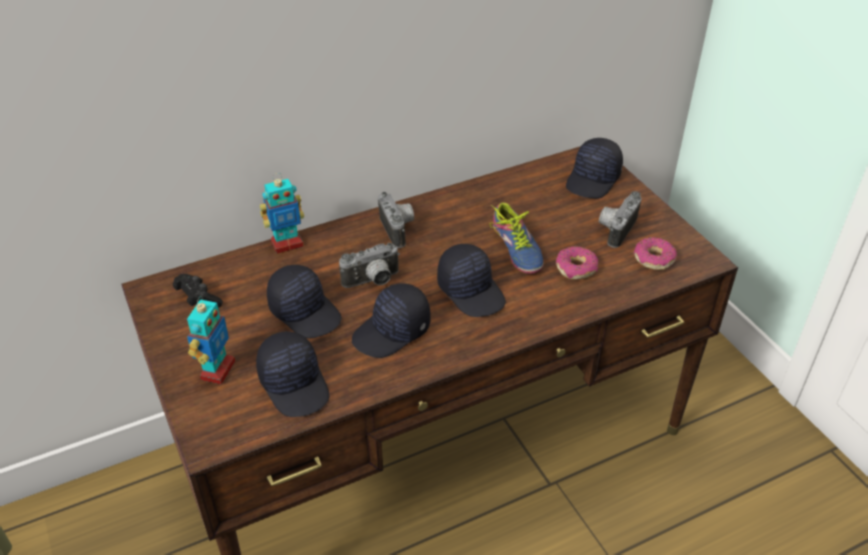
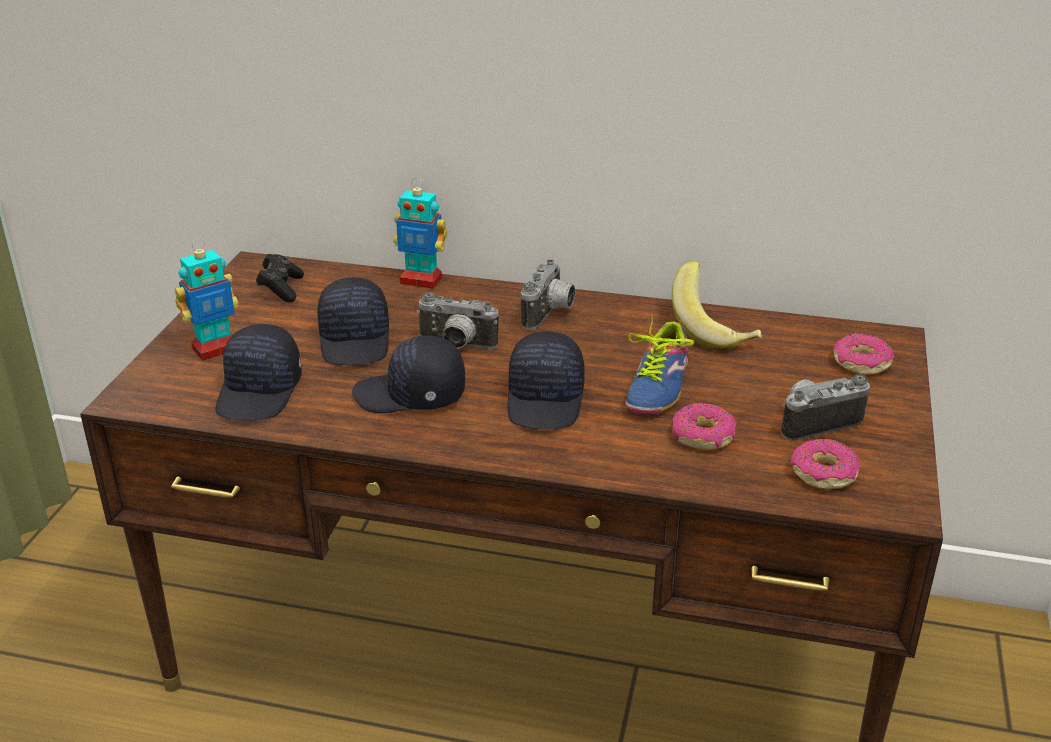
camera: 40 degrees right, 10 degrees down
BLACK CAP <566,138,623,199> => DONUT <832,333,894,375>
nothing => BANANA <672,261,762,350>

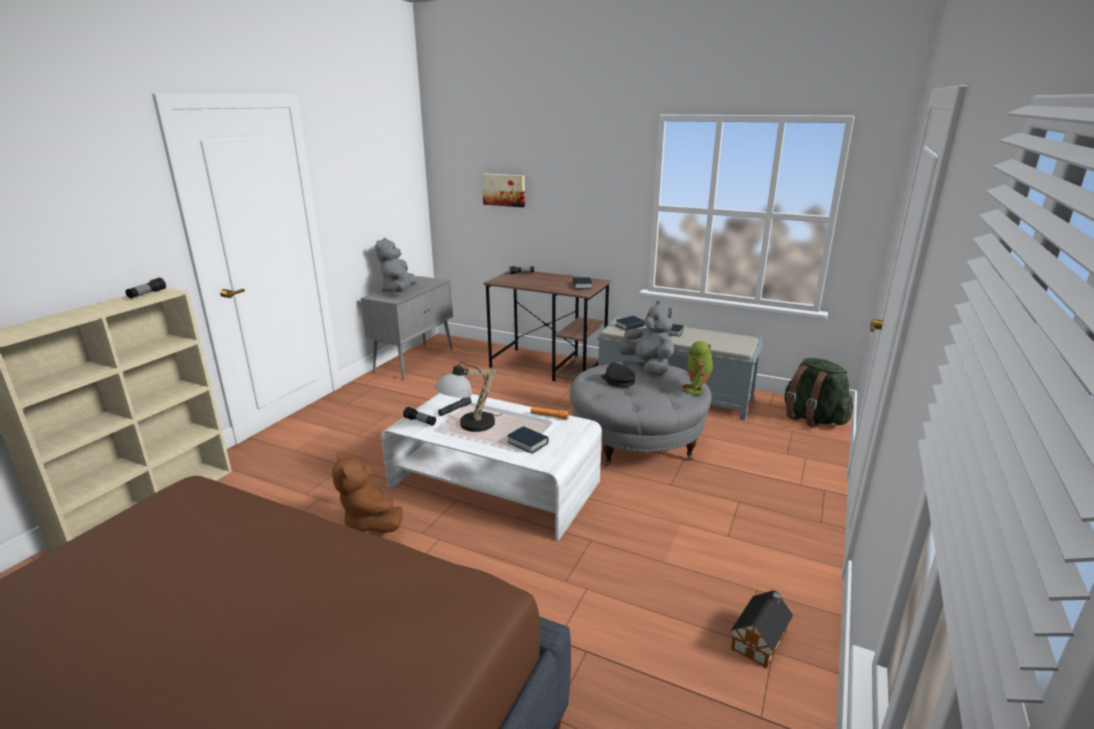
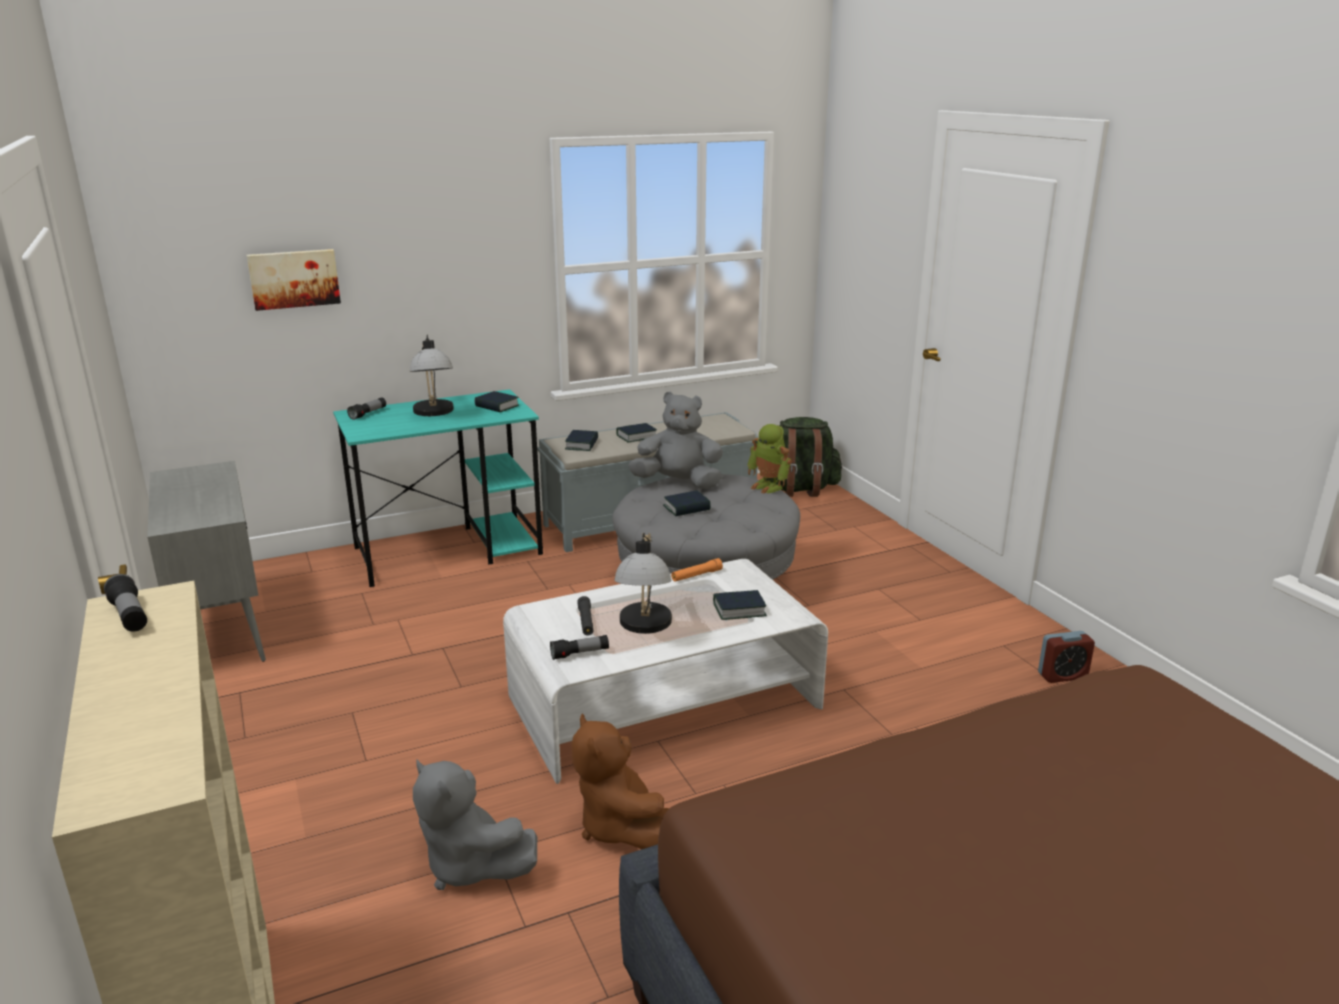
camera: 50 degrees left, 0 degrees up
BROWN PLUSH TOY <332,454,403,533> => BROWN PLUSH TOY <572,713,669,849>, 60 degrees clockwise
GREY PLUSH TOY <375,238,417,292> => GREY PLUSH TOY <413,759,537,890>, relocated
BROWN DESK <483,270,611,381> => TURQUOISE DESK <333,389,543,587>
BLACK CAP <601,362,636,387> => BOOK <663,490,711,516>
TOY HOUSE <730,590,793,668> => ALARM CLOCK <1038,631,1095,683>
nothing => TABLE LAMP <410,335,454,416>

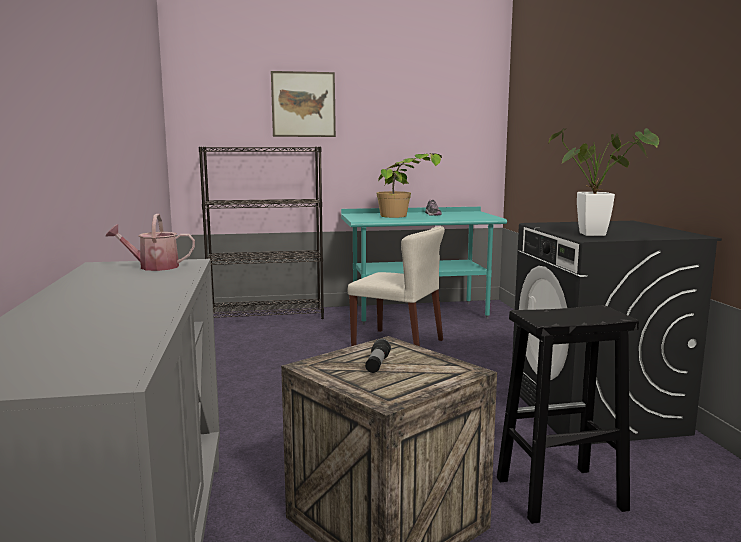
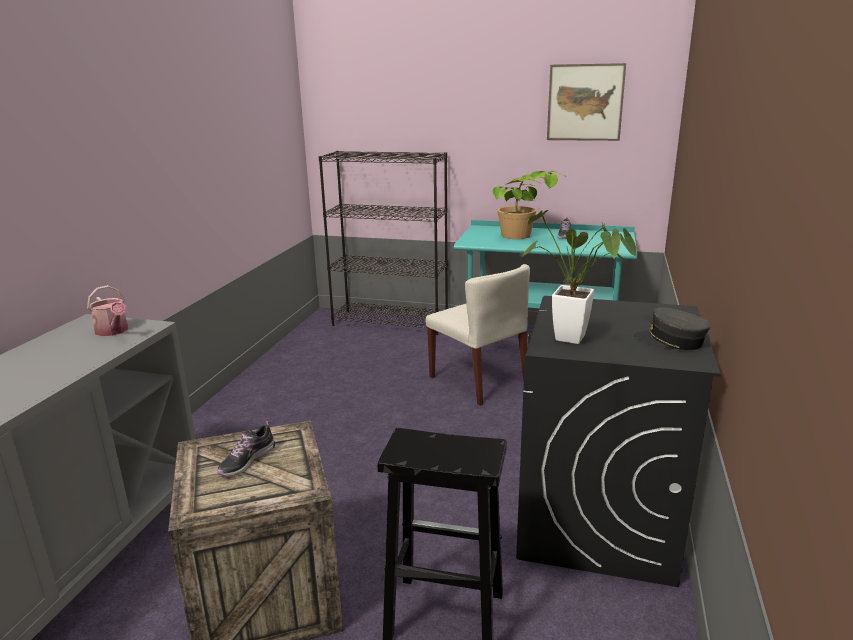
camera: 25 degrees right, 10 degrees up
WATERING CAN <106,214,195,271> => WATERING CAN <87,285,128,336>, 150 degrees counterclockwise
PICTURE <271,71,336,137> => PICTURE <547,63,626,141>, relocated
FLASHLIGHT <365,339,391,373> => SHOE <217,421,275,476>
nothing => GREY CAP <633,307,711,350>

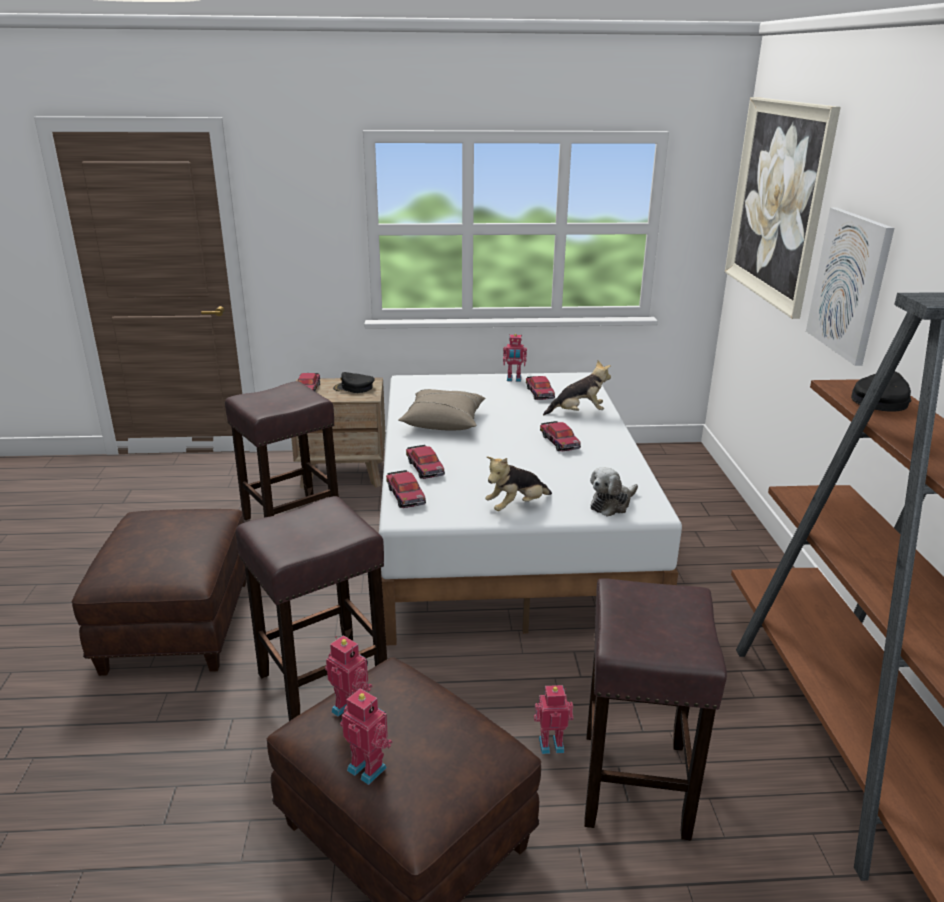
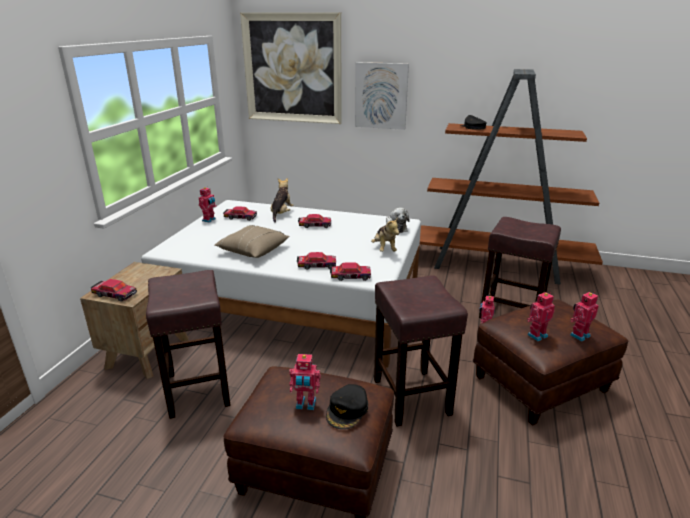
camera: 70 degrees left, 0 degrees up
BLACK CAP <333,372,375,393> => BLACK CAP <326,384,368,429>, relocated
nothing => TOY ROBOT <289,354,321,410>

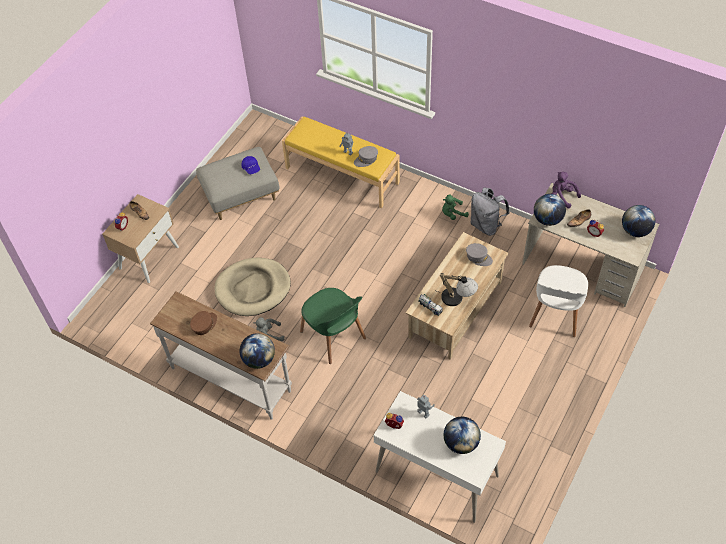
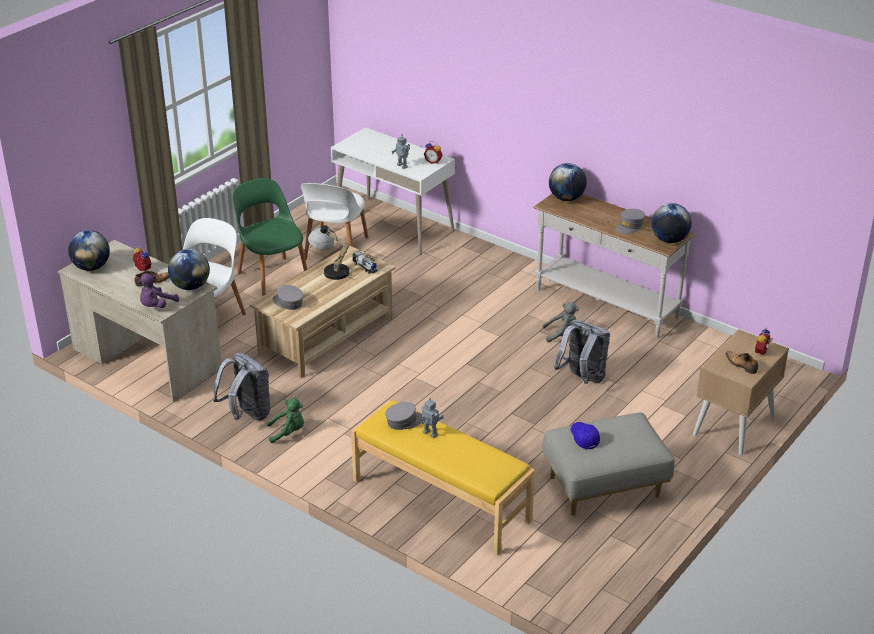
camera: 175 degrees left, 20 degrees down
BROWN CAP <190,311,217,335> => GREY CAP <616,209,645,234>
BEIGE DOG BED <215,258,291,316> => GREY BACKPACK <554,320,610,384>
GREEN CHAIR <300,288,366,364> => GREEN CHAIR <232,178,308,296>, relocated
GLOBE <444,417,481,454> => GLOBE <651,203,692,243>, relocated
PURPLE PLUSH TOY <551,172,581,208> => PURPLE PLUSH TOY <138,273,179,308>, 75 degrees clockwise
nothing => WHITE CHAIR <301,183,369,260>

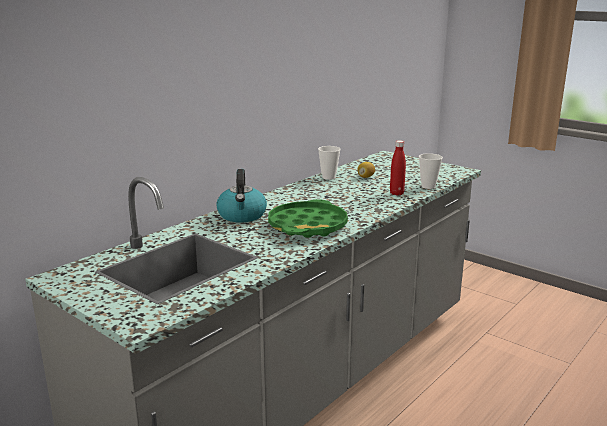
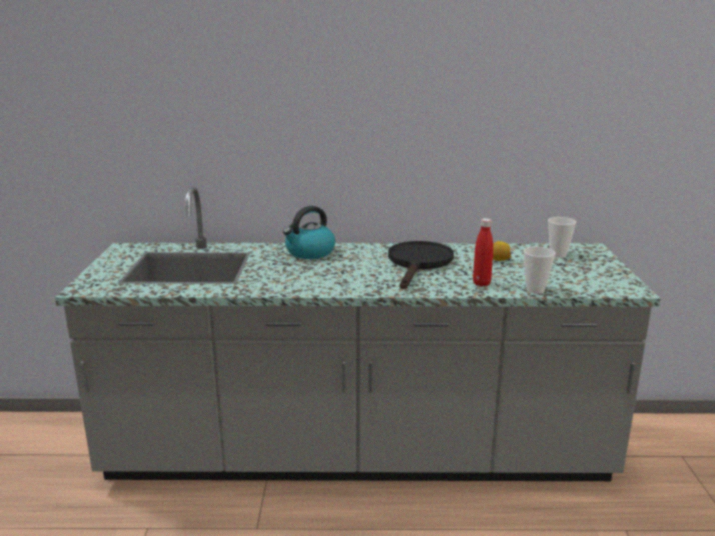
camera: 50 degrees right, 0 degrees up
GREEN TRAY <268,199,348,238> => nothing
CUP <318,146,341,180> => CUP <548,217,576,258>, relocated
nothing => BLACK FRYING PAN <388,241,454,289>

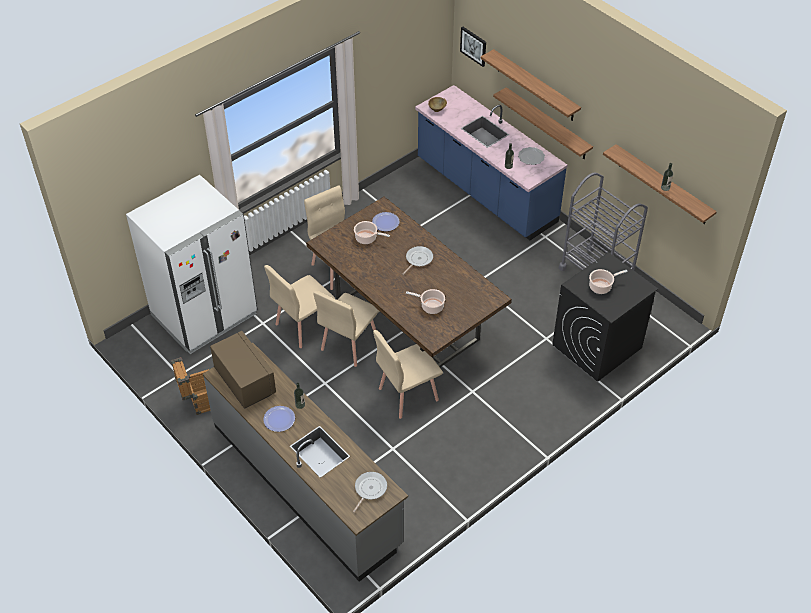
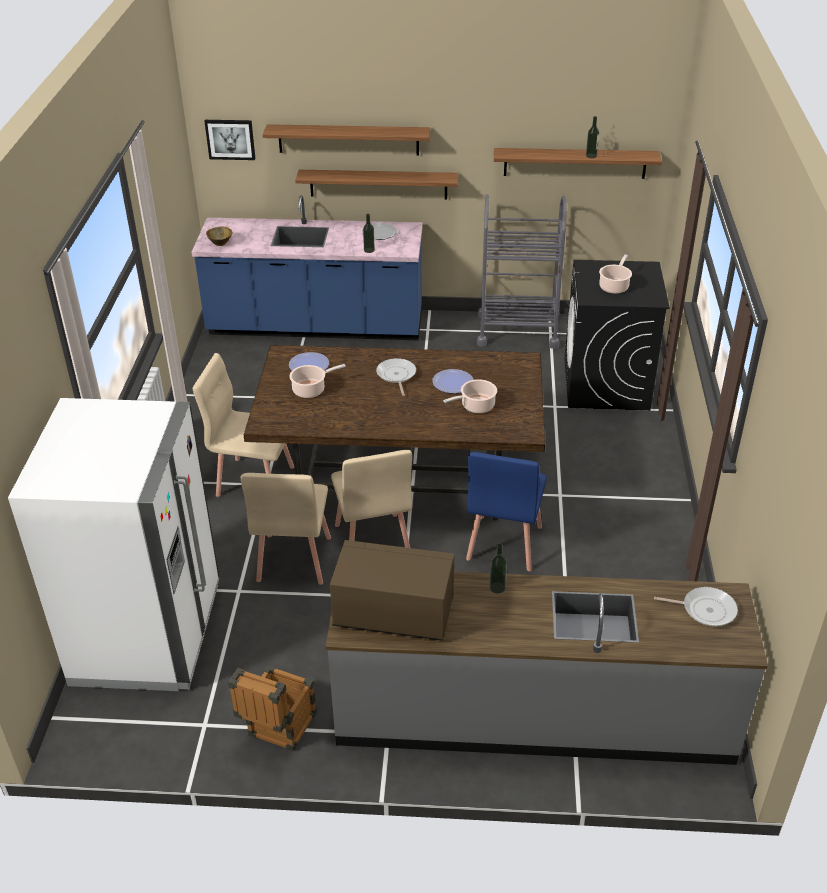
camera: 45 degrees left, 10 degrees down
PLATE <263,406,295,432> => PLATE <432,369,474,393>, relocated
FRYING PAN <353,472,387,513> => FRYING PAN <654,587,738,626>, 120 degrees clockwise
BEIGE CHAIR <373,330,443,419> => BLUE CHAIR <466,452,547,571>

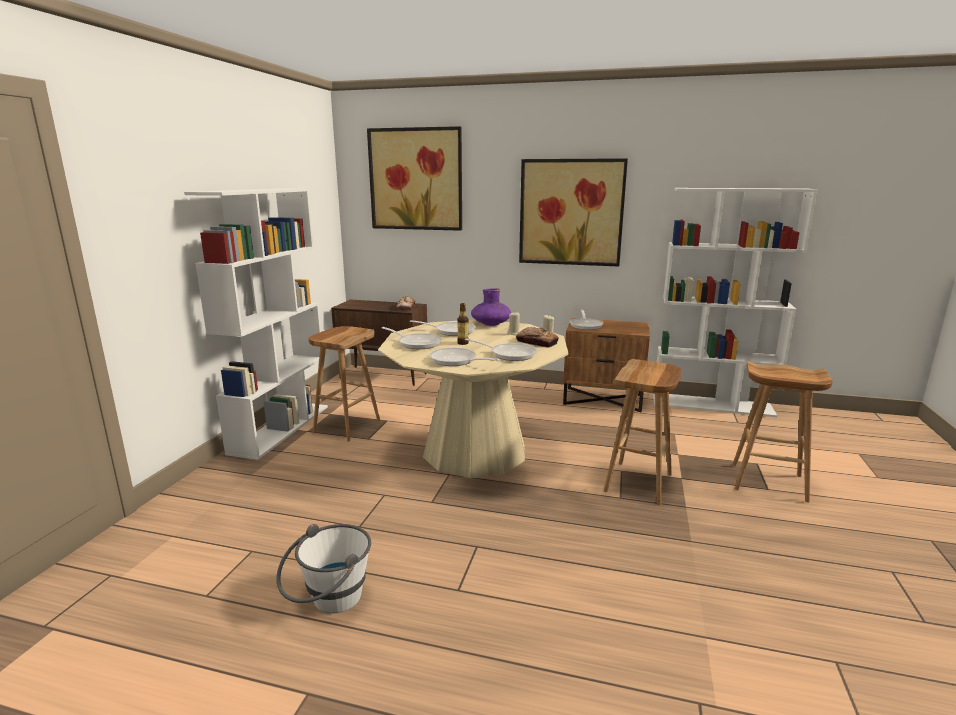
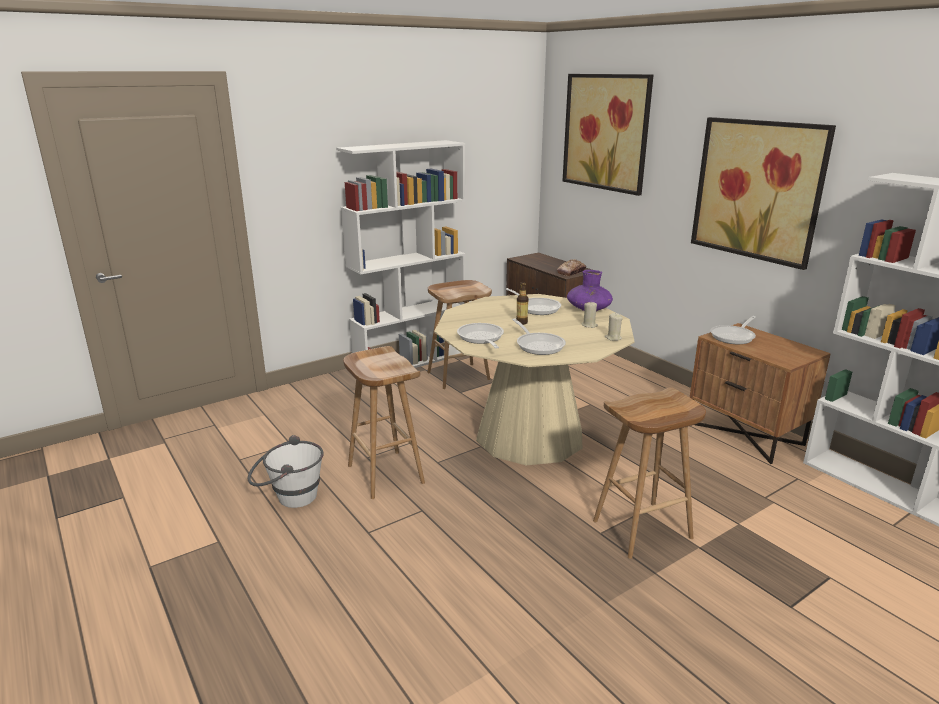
camera: 40 degrees right, 5 degrees up
FRYING PAN <382,327,441,349> => nothing
BREAD <516,327,559,347> => nothing
BROWN STOOL <732,361,833,503> => BROWN STOOL <343,346,425,499>, relocated

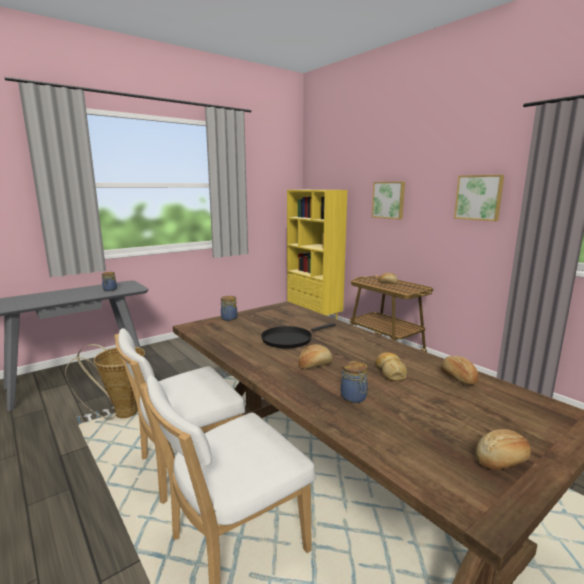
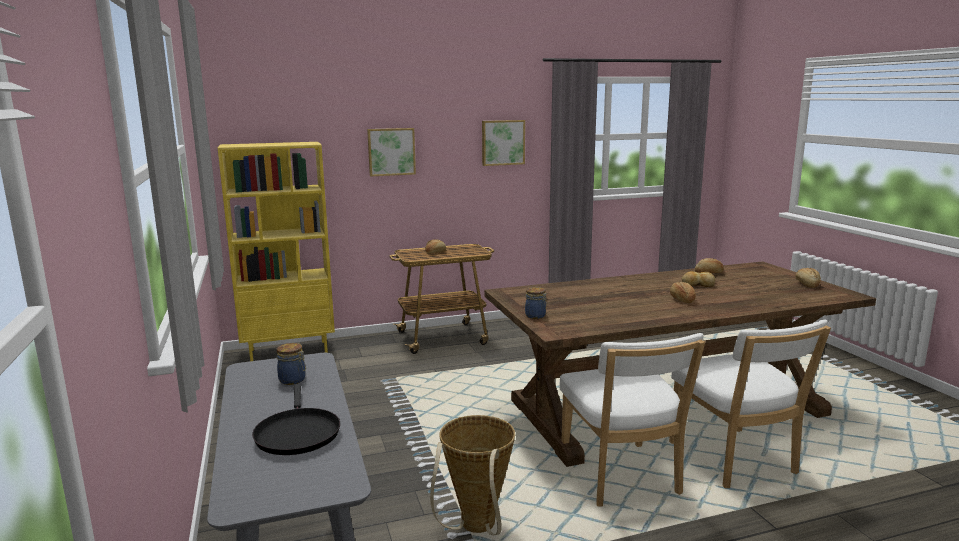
camera: 70 degrees left, 0 degrees up
BLACK FRYING PAN <261,323,336,349> => BLACK FRYING PAN <252,385,340,455>, relocated
JAR <341,361,368,403> => nothing

